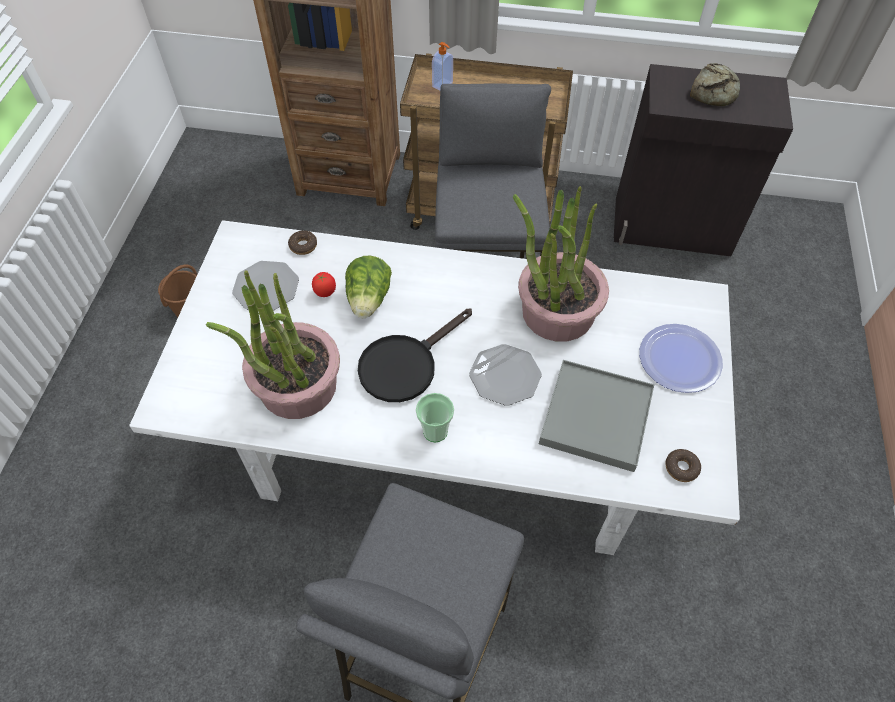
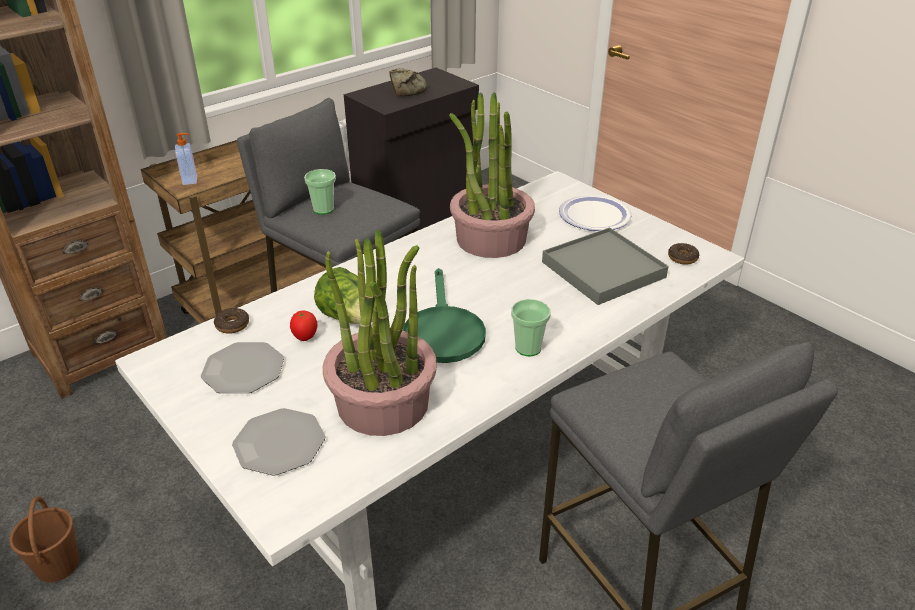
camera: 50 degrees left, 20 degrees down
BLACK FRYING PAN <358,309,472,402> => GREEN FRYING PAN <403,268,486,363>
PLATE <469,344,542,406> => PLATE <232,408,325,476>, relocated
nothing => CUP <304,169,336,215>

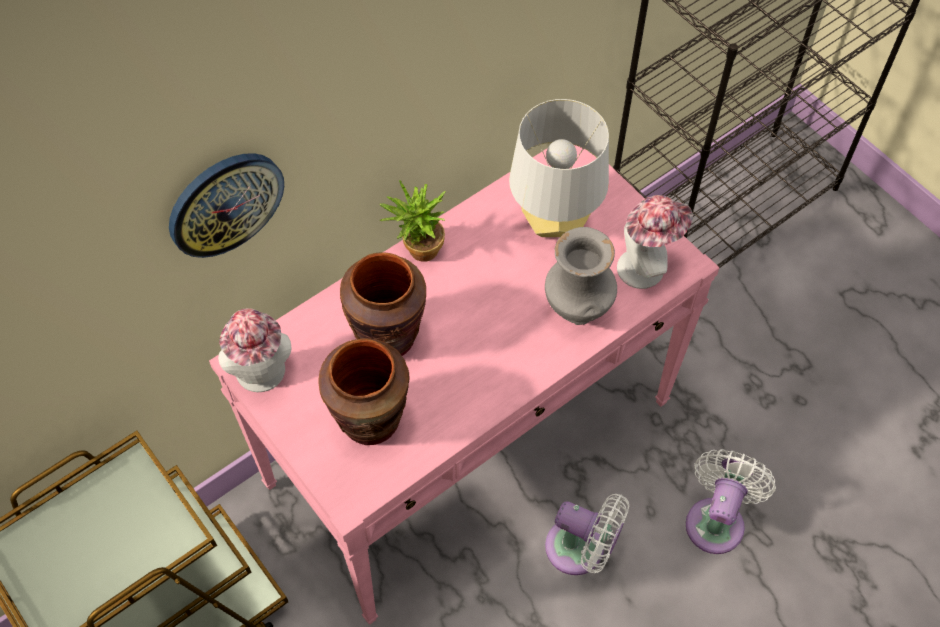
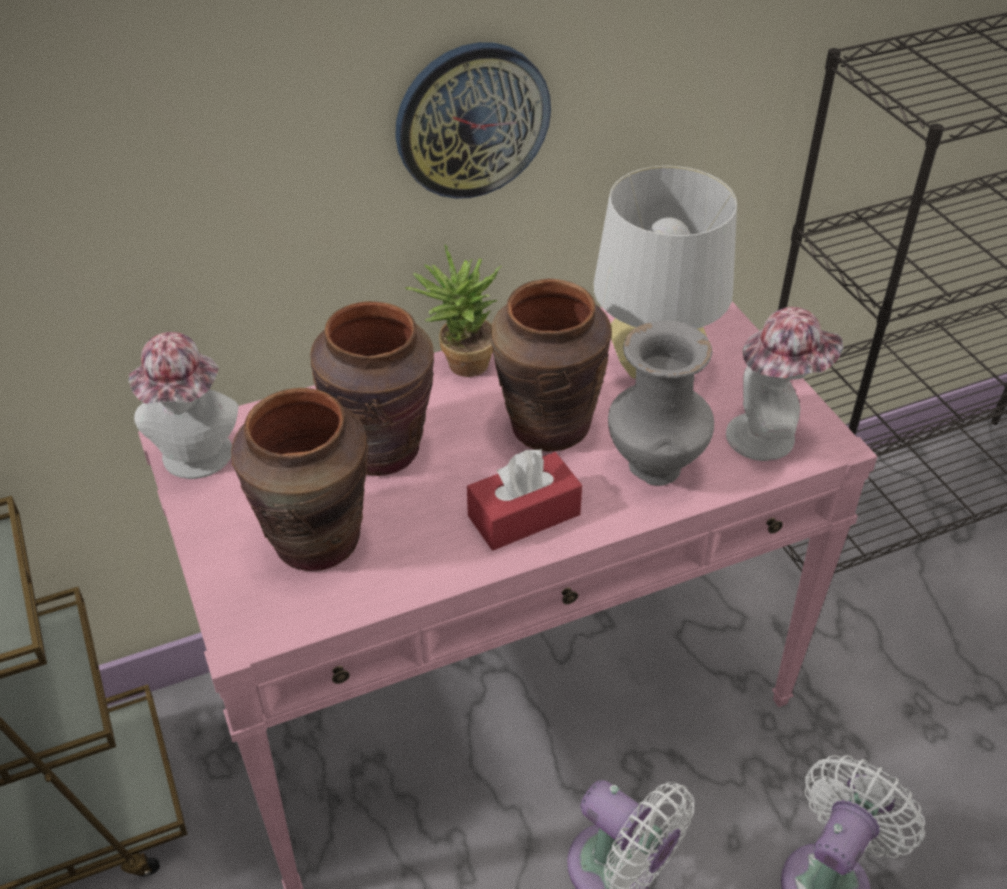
camera: 15 degrees right, 15 degrees down
WALL CLOCK <169,153,284,258> => WALL CLOCK <395,42,551,199>, relocated
nothing => RED TISSUE BOX <467,449,582,550>
nothing => BROWN VASE <491,279,612,452>

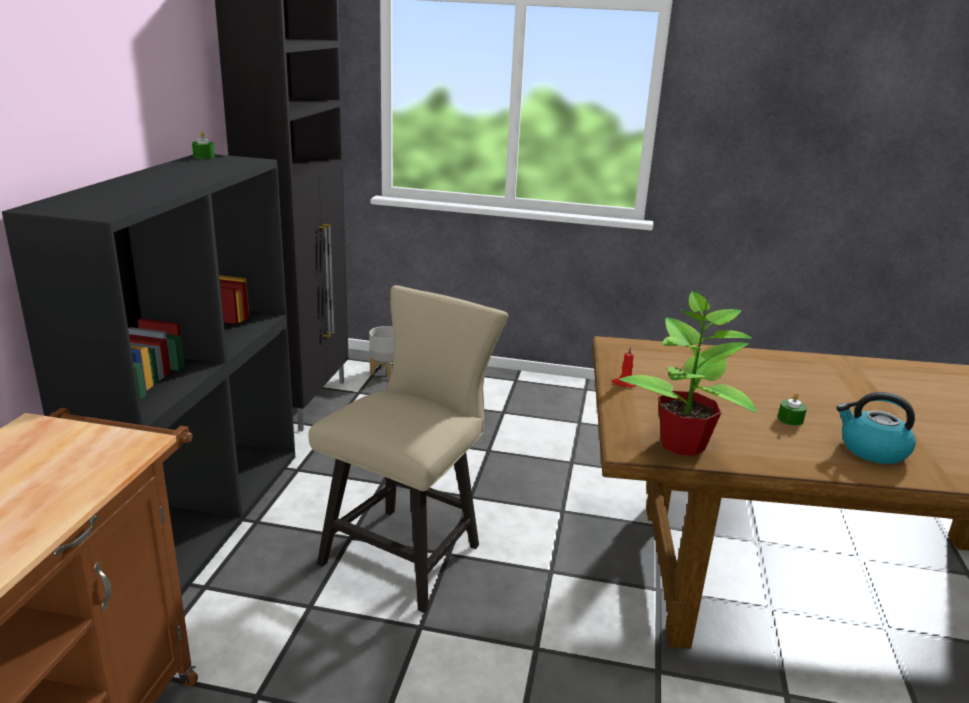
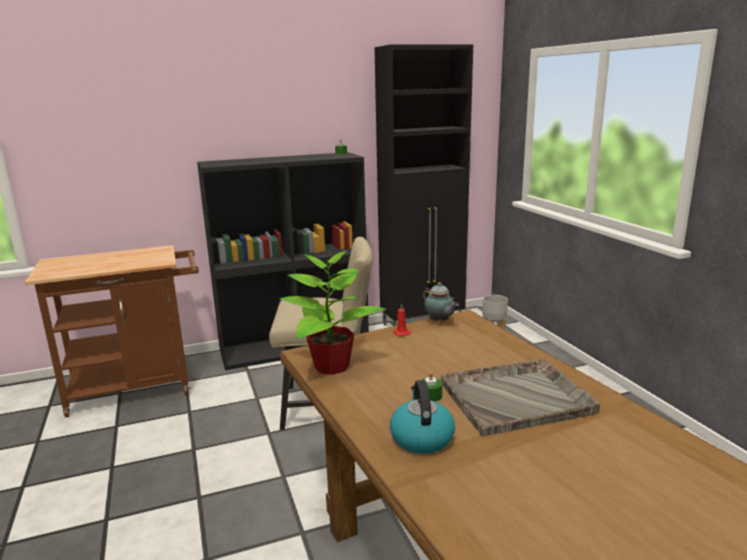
camera: 60 degrees right, 5 degrees down
nothing => TEAPOT <423,282,459,323>
nothing => GREY TRAY <441,359,600,436>

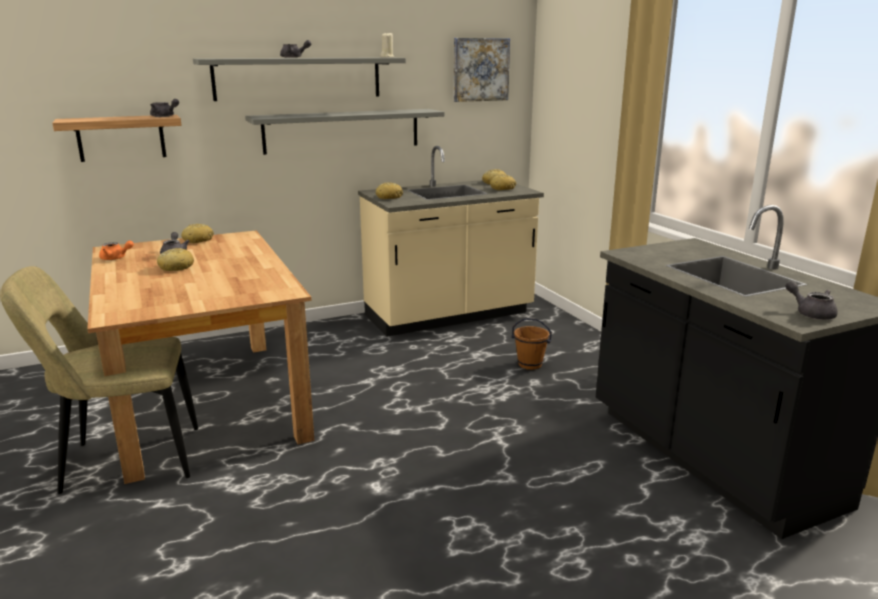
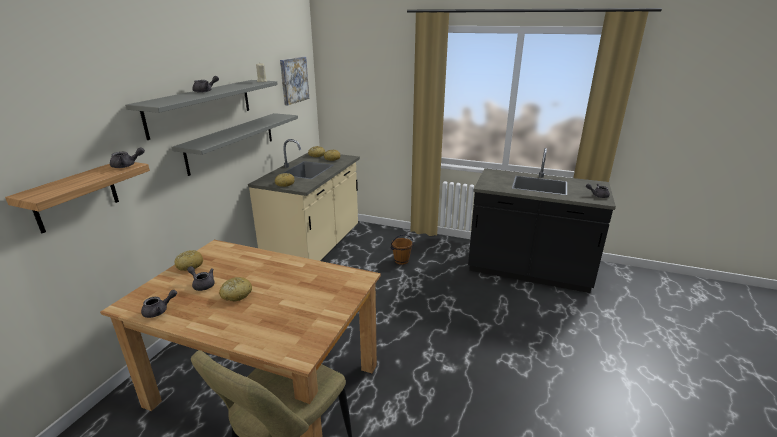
camera: 45 degrees left, 5 degrees up
ORANGE TEAPOT <99,241,134,260> => GREY TEAPOT <141,290,177,318>

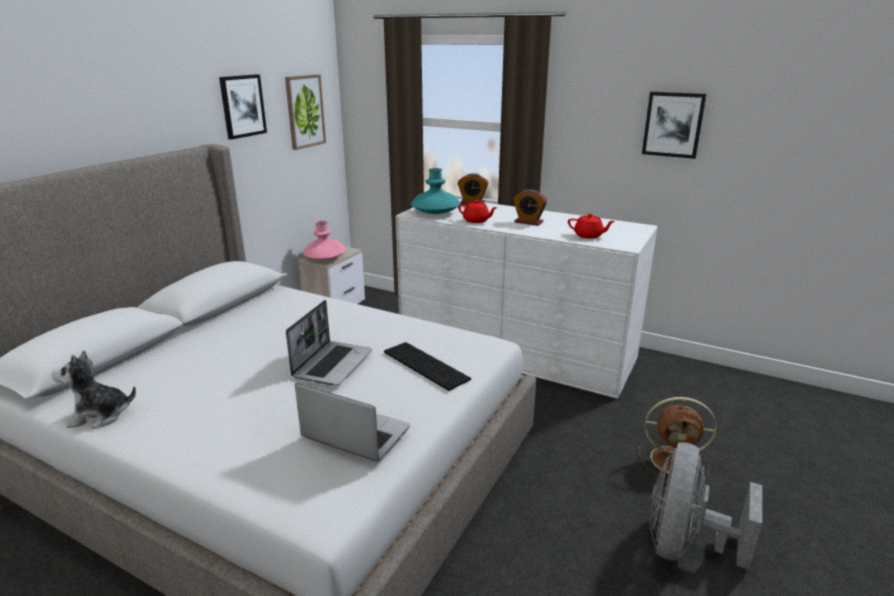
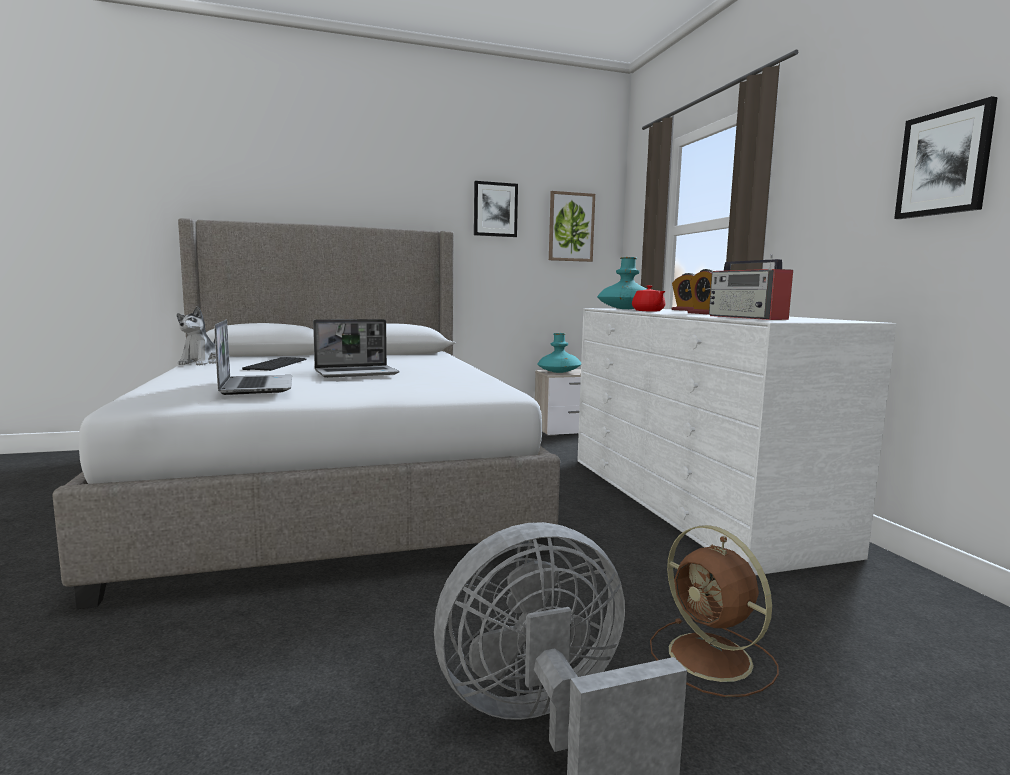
camera: 45 degrees right, 15 degrees down
PLUSH TOY <52,351,136,429> => PLUSH TOY <177,306,216,365>, 120 degrees counterclockwise
PINK VASE <303,221,346,261> => TURQUOISE VASE <537,333,581,373>
KEYBOARD <384,342,471,391> => KEYBOARD <242,357,306,371>, relocated
RED TEAPOT <568,214,615,239> => RADIO <709,255,793,320>

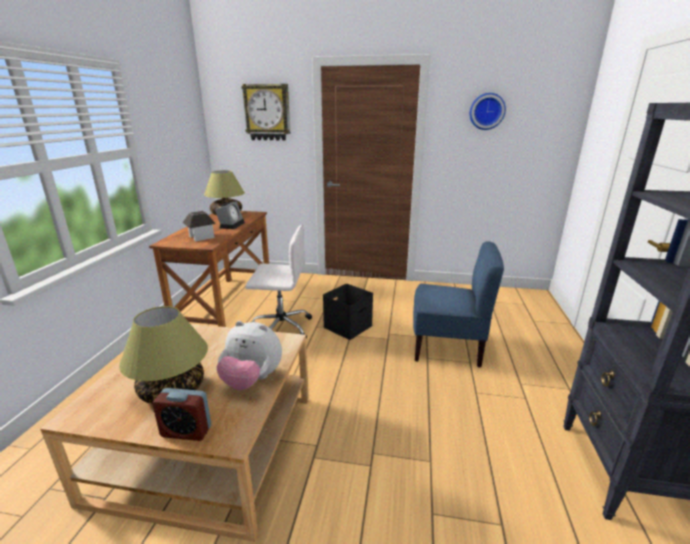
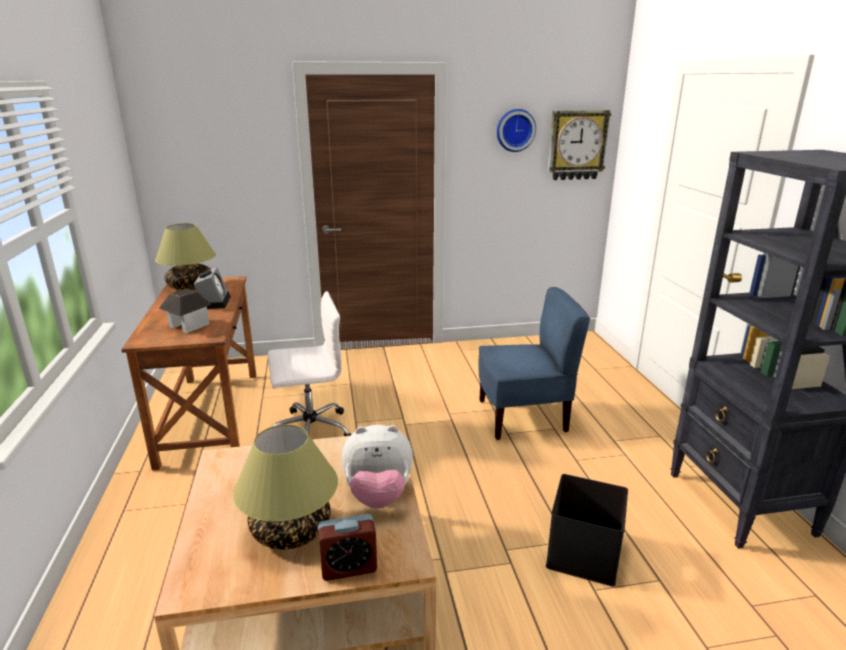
camera: 20 degrees left, 0 degrees up
WALL CLOCK <241,84,291,141> => WALL CLOCK <548,110,611,180>, relocated
BLACK STORAGE BOX <323,284,373,340> => BLACK STORAGE BOX <546,474,628,587>, relocated

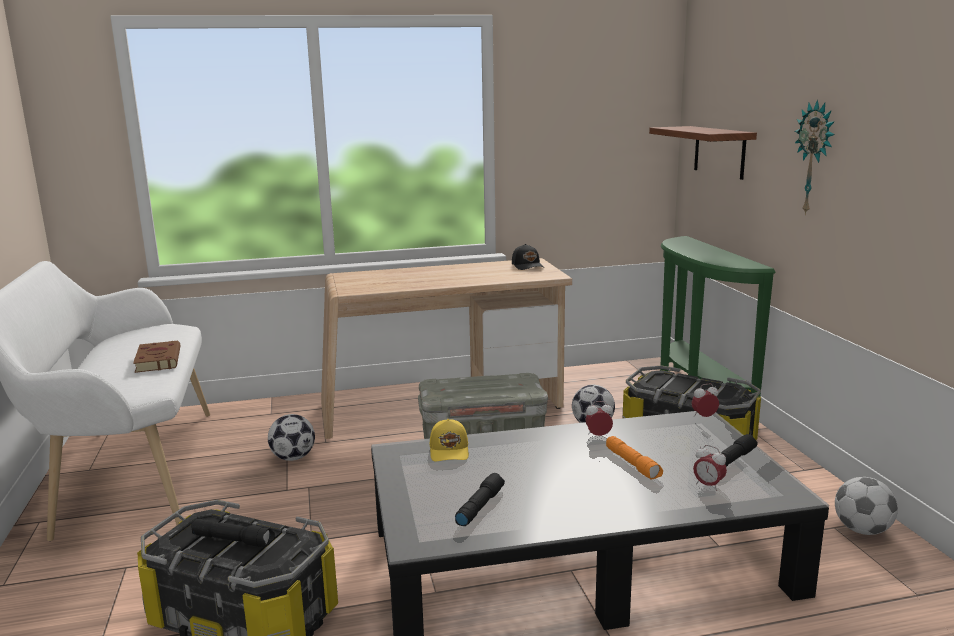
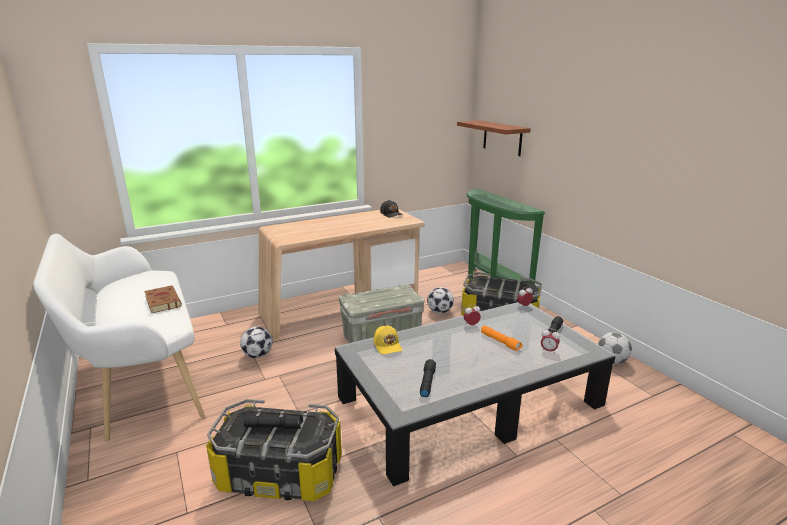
camera: 15 degrees left, 5 degrees up
WALL CLOCK <795,100,835,215> => nothing

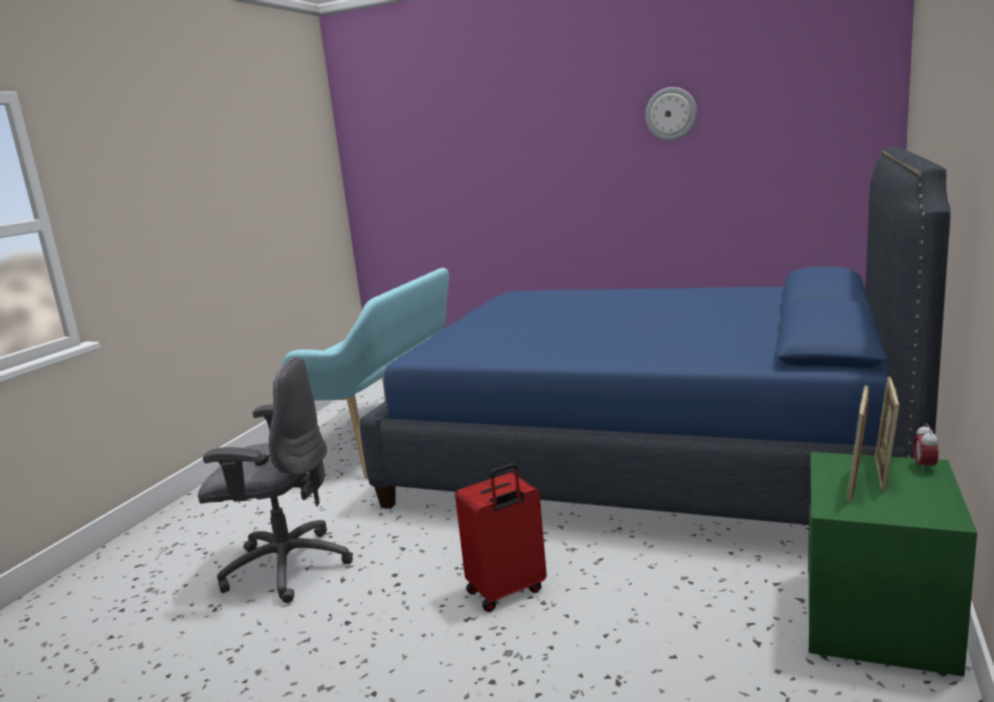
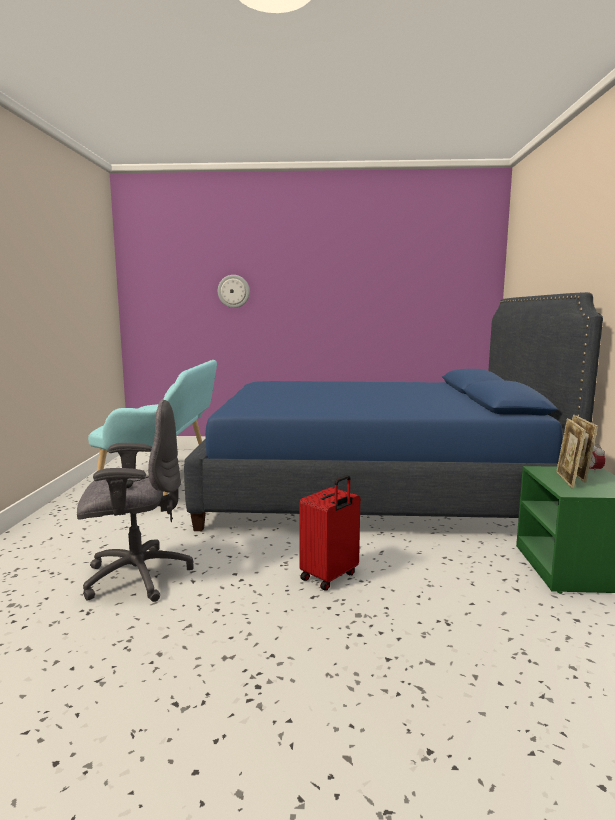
camera: 20 degrees left, 5 degrees down
WALL CLOCK <645,87,697,141> => WALL CLOCK <218,275,250,308>, relocated

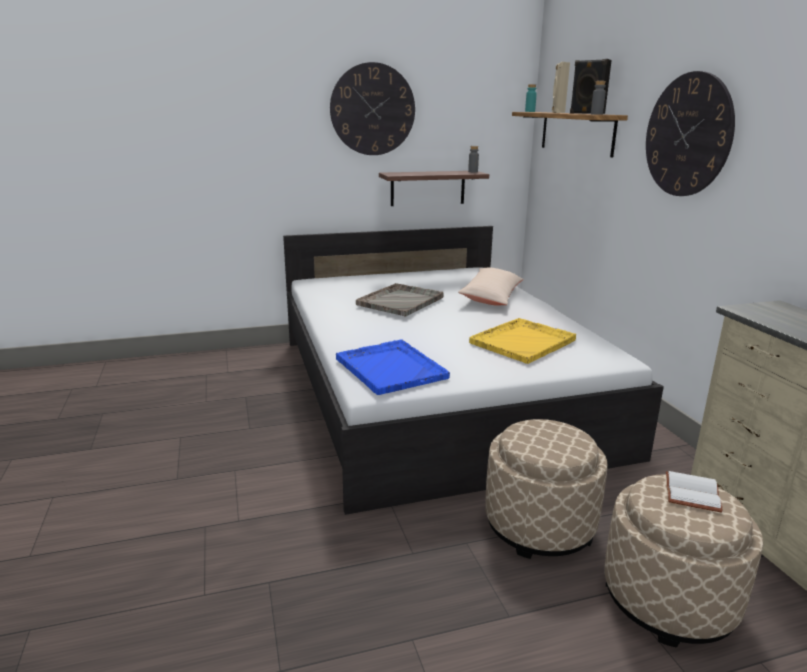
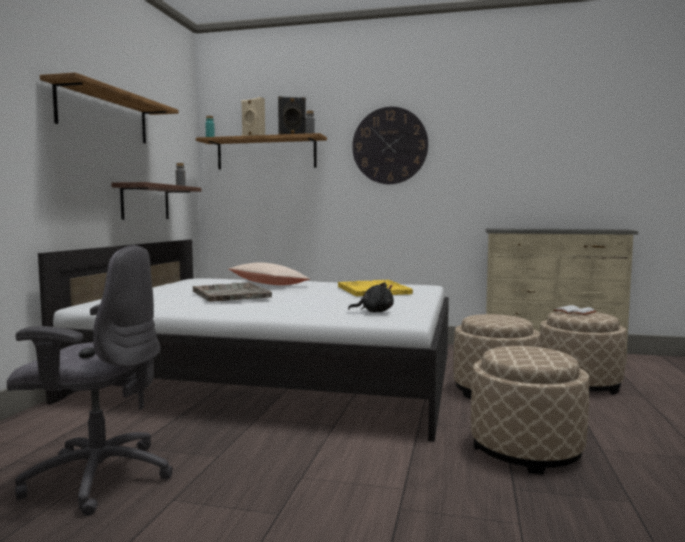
camera: 60 degrees left, 15 degrees down
WALL CLOCK <330,62,415,155> => SHELF <40,73,179,143>
BLUE TRAY <336,340,450,395> => BLACK PLUSH TOY <348,282,394,312>
nothing => GREY OFFICE CHAIR <7,245,173,516>
nothing => BEIGE OTTOMAN <471,346,589,474>

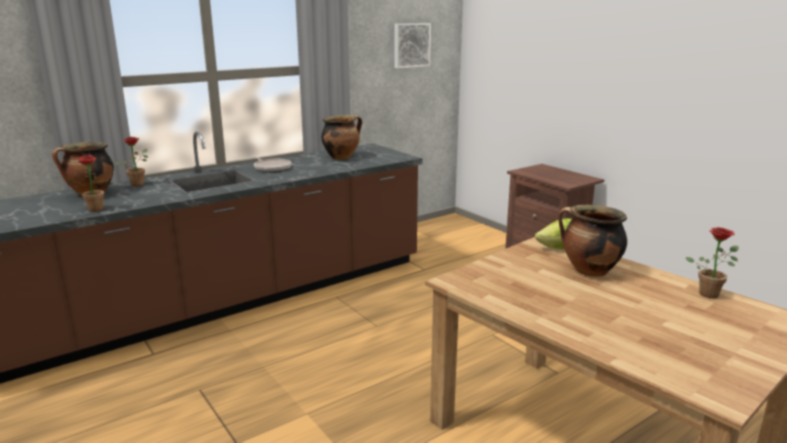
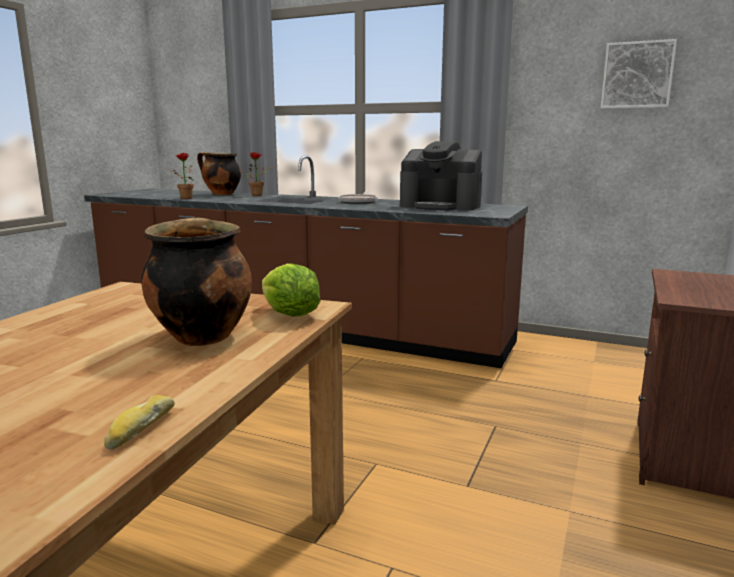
camera: 60 degrees right, 5 degrees down
COOKING POT <321,115,362,160> => COFFEE MACHINE <400,141,482,211>
POTTED PLANT <686,227,739,299> => BREAD <104,395,175,450>

